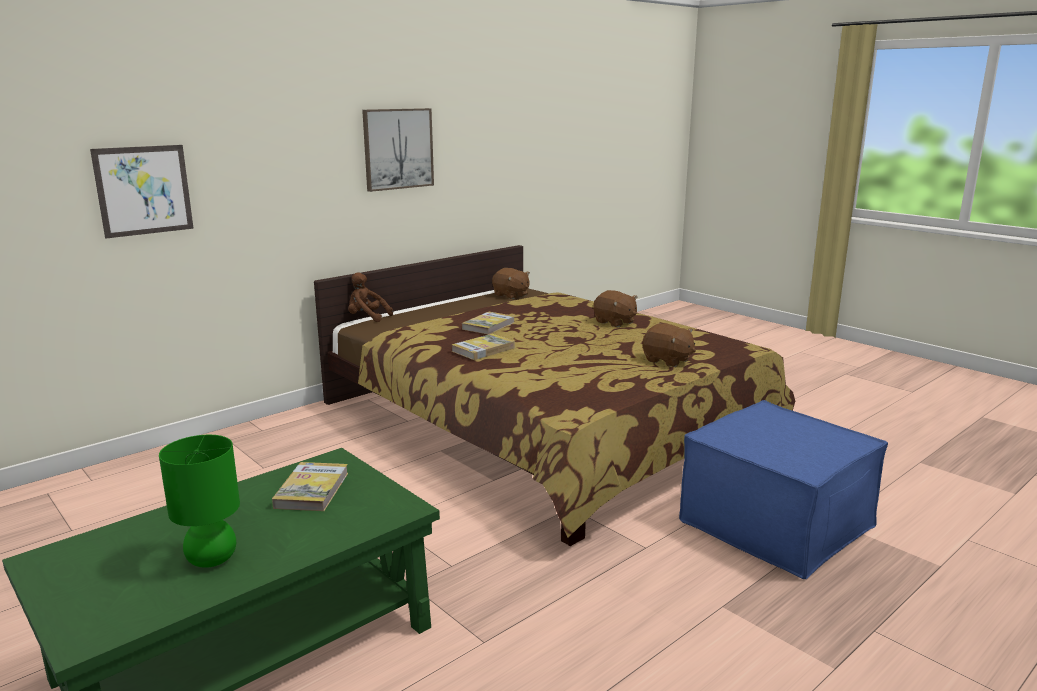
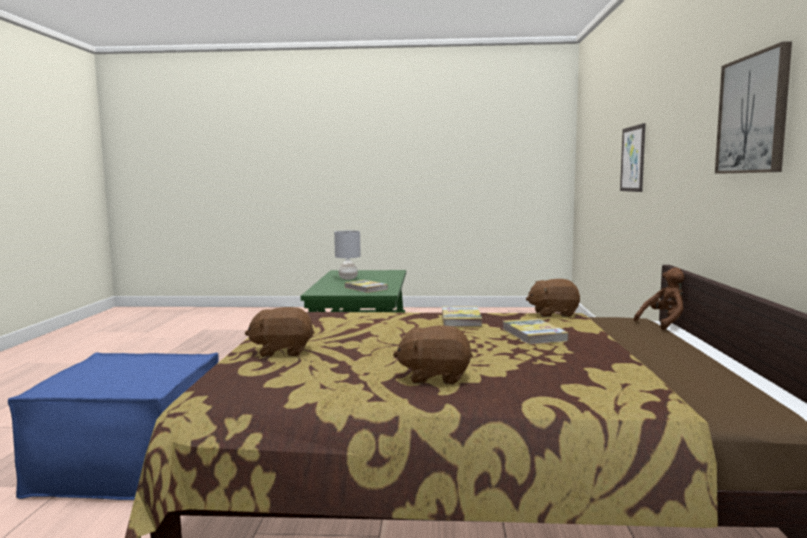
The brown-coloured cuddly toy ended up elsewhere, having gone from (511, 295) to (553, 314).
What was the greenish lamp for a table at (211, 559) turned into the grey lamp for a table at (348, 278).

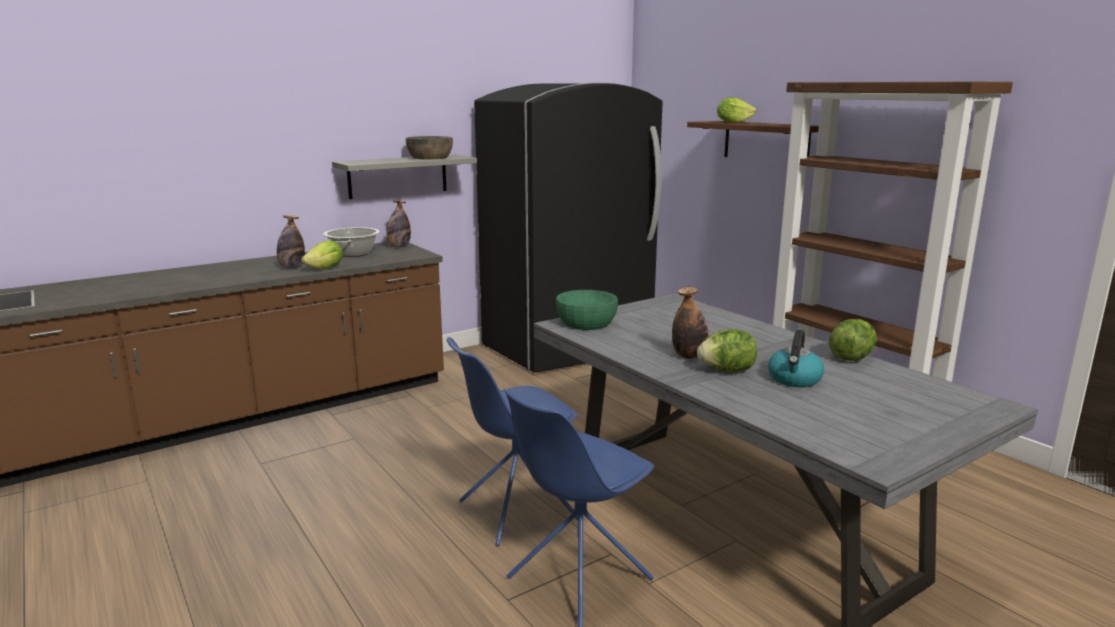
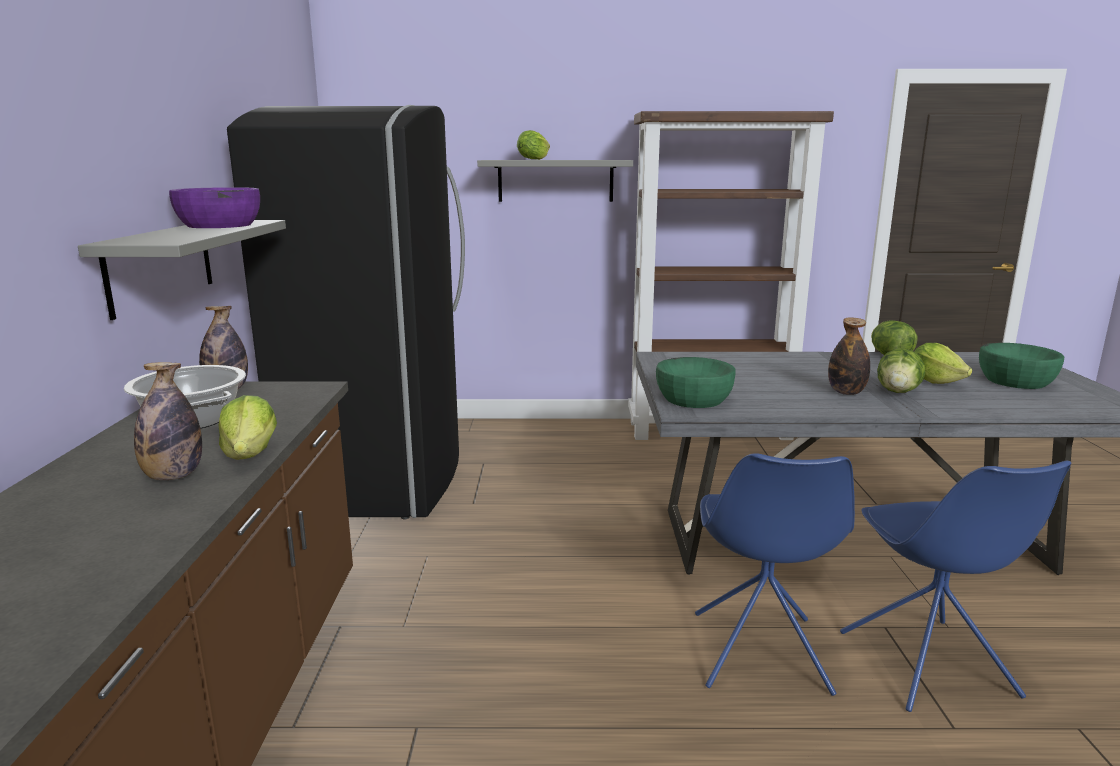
What was the brown-coloured bracket shelf at (765, 142) turned into the grey bracket shelf at (555, 180).
What was the brown-coloured deep dish at (430, 157) turned into the purple deep dish at (220, 225).
Where the kettle stood at (794, 379), the lettuce head came to stand at (935, 381).
The second view gained the greenish deep dish at (1015, 381).

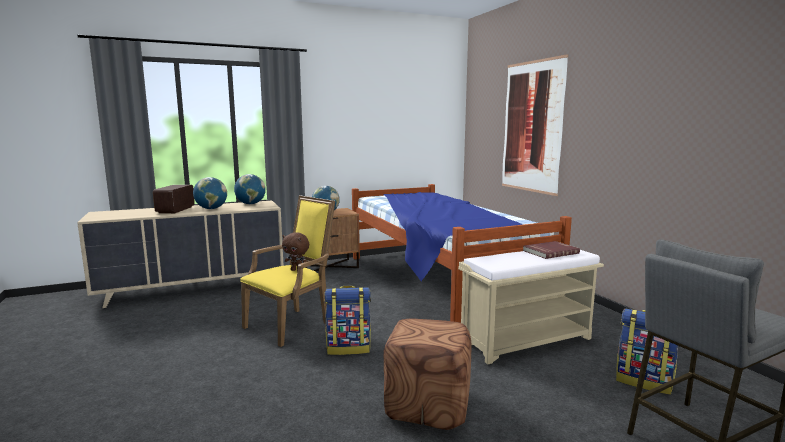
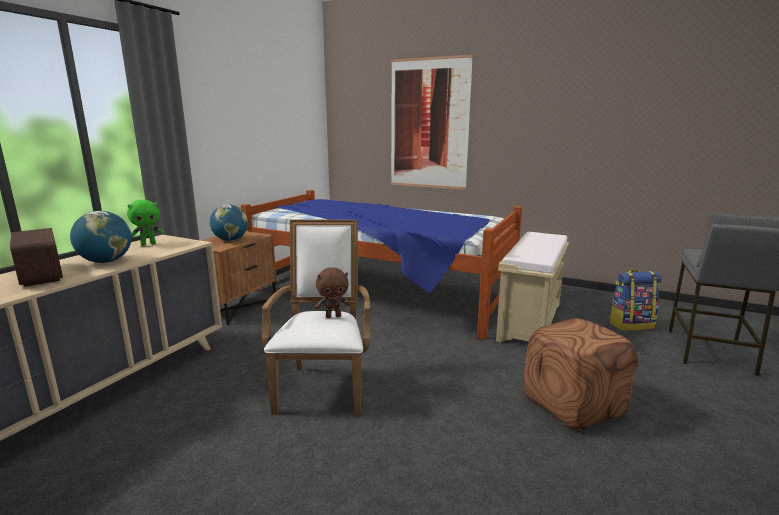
Where the world globe stood at (250, 204), the greenish cuddly toy came to stand at (148, 244).
What was the yellow lounge chair at (292, 324) turned into the white lounge chair at (323, 385).
The second view lost the reddish book at (550, 252).
The second view lost the rucksack at (349, 348).

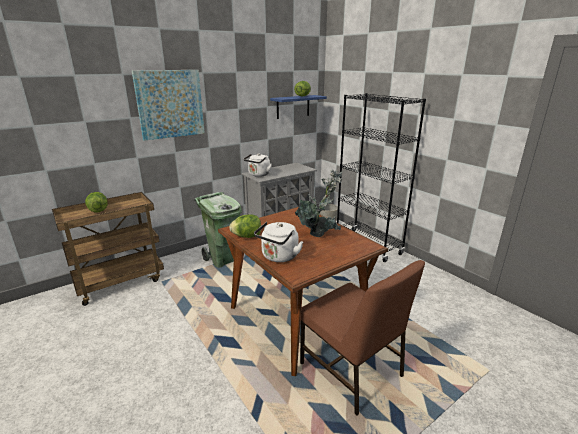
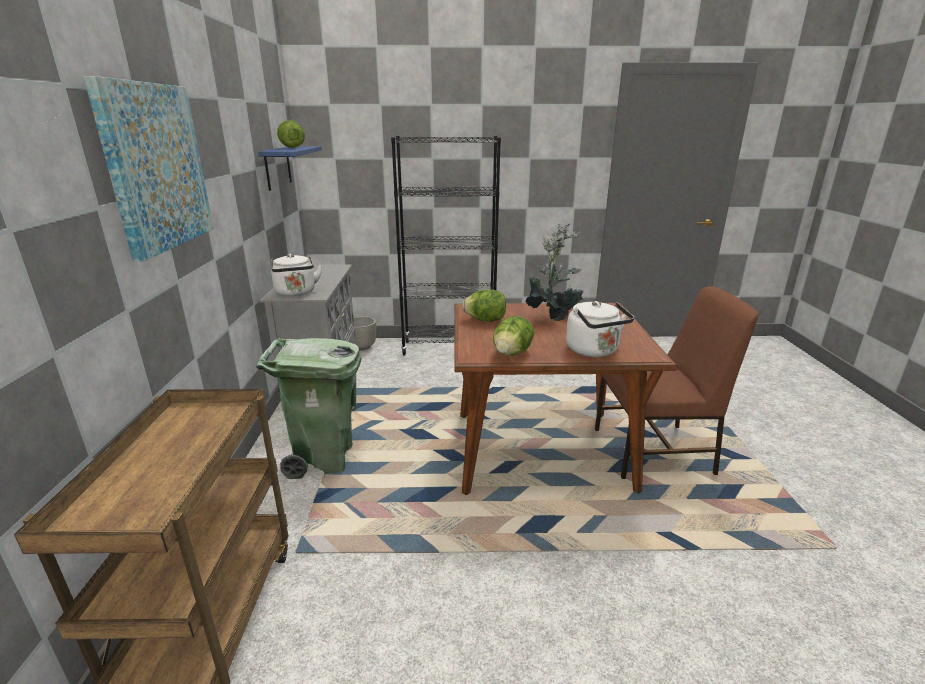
The lettuce head ended up elsewhere, having gone from (98, 210) to (485, 320).

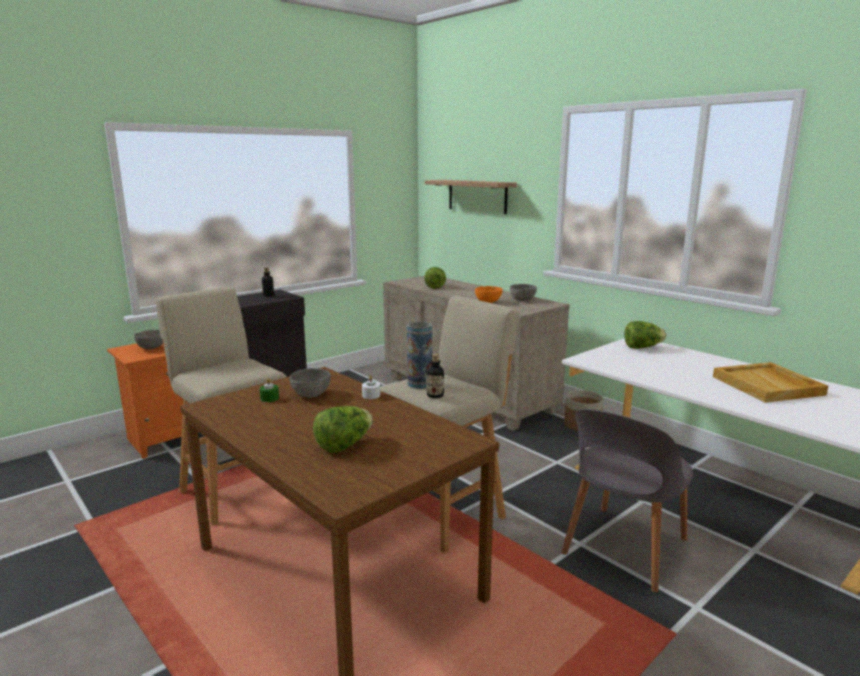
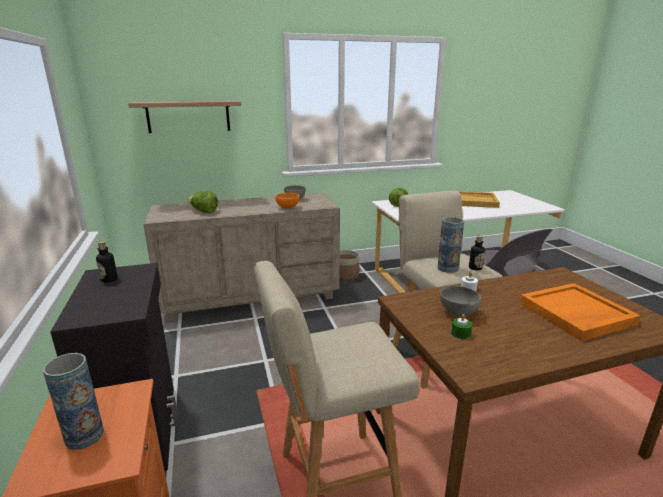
Where the grey deep dish stood at (152, 348), the vase came to stand at (84, 435).
Where the lettuce head stood at (344, 445), the orange-coloured tray came to stand at (575, 314).

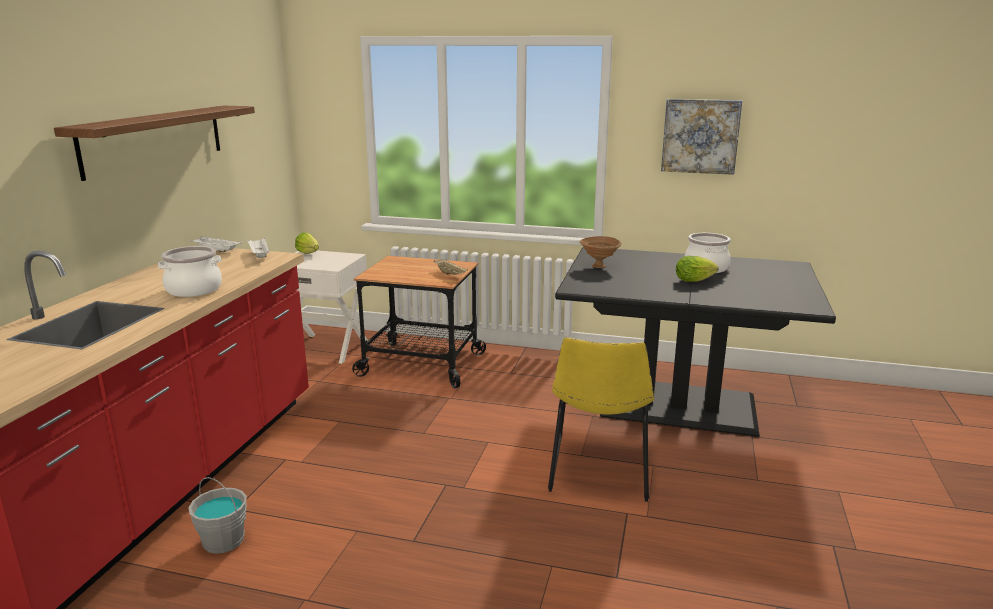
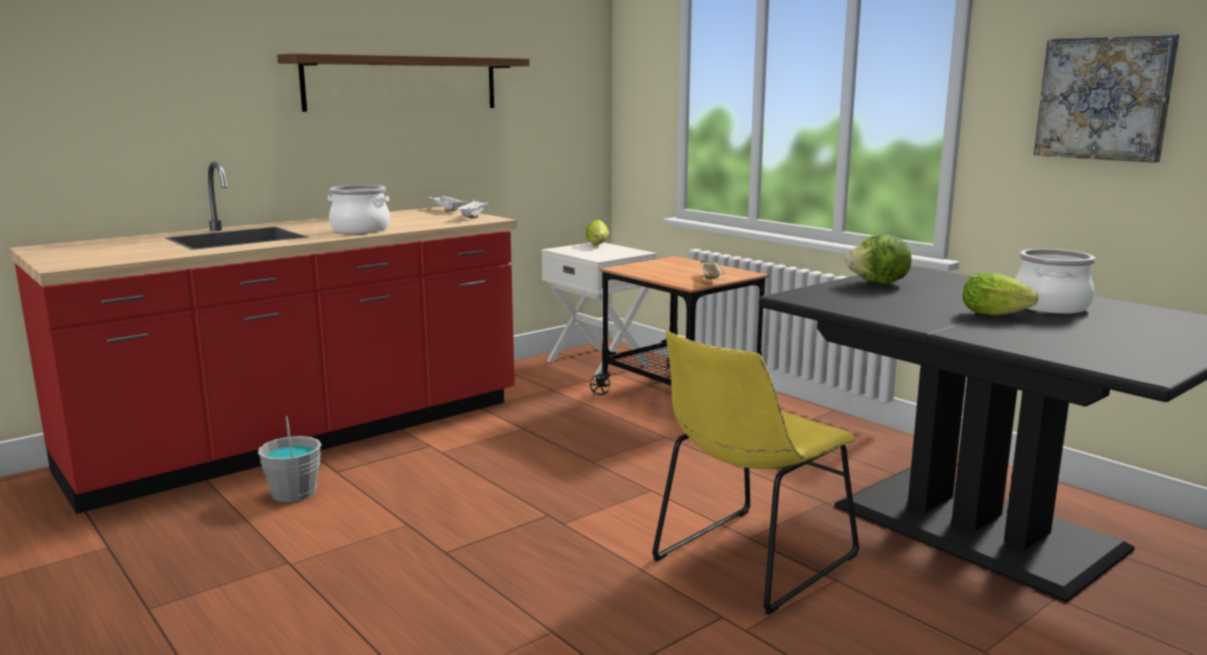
Where the brown-coloured deep dish stood at (599, 266), the lettuce head came to stand at (879, 283).

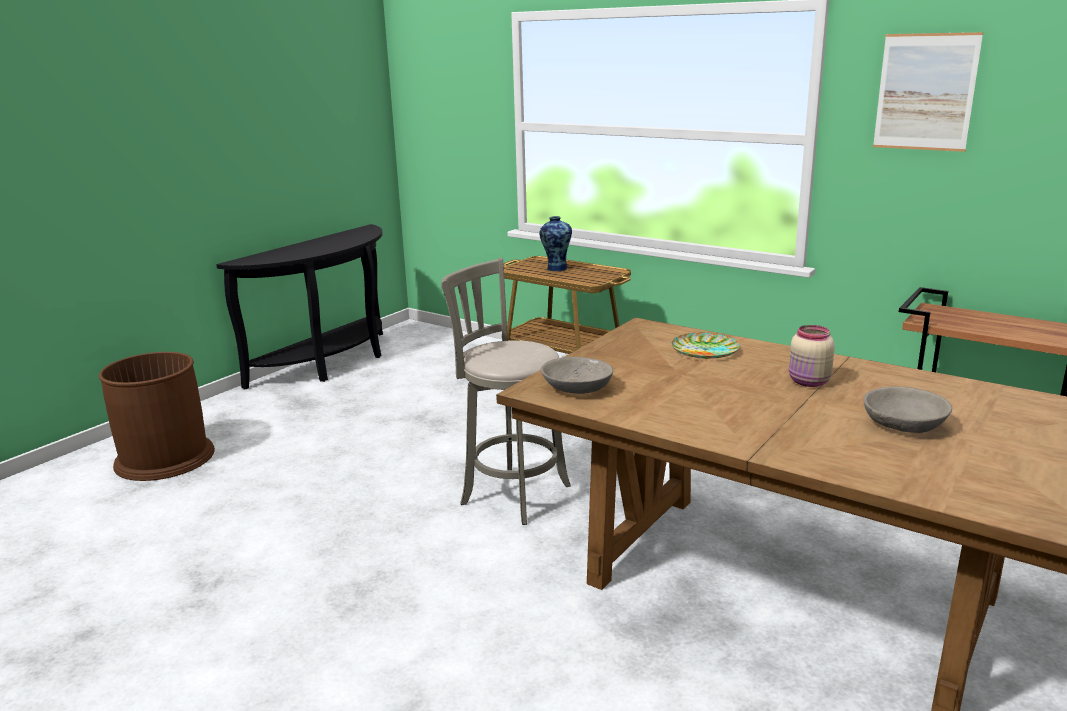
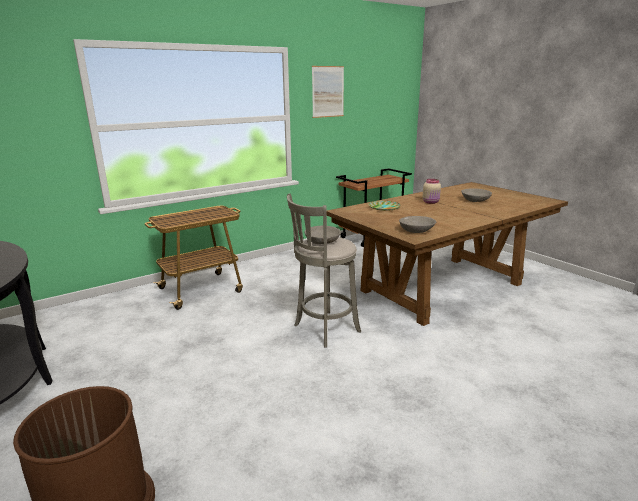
The second view lost the vase at (556, 268).
The second view gained the grey deep dish at (322, 241).

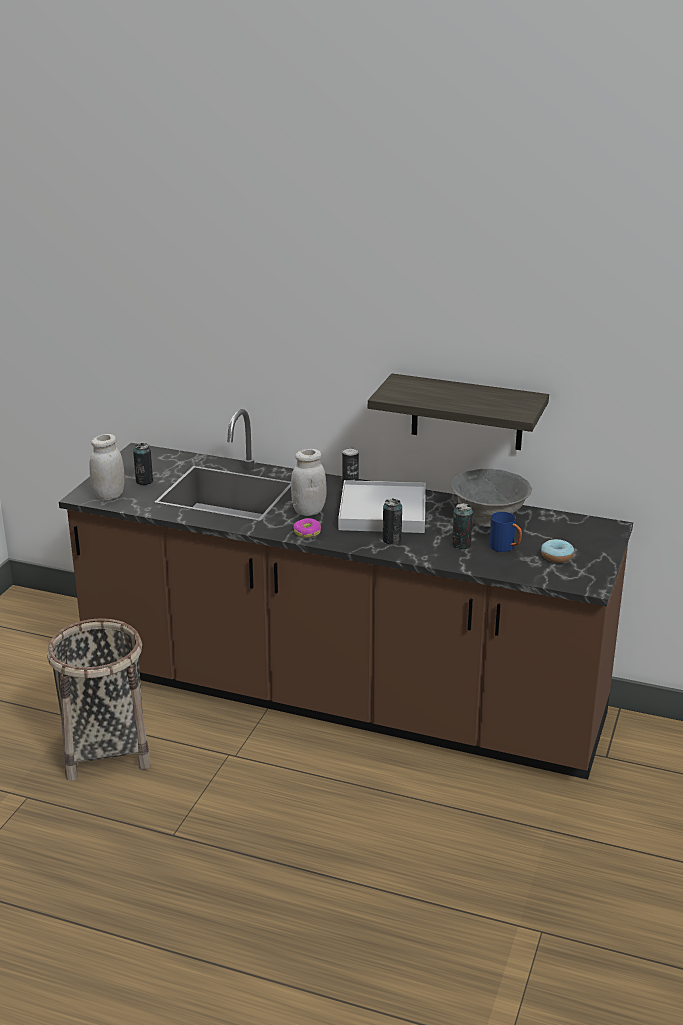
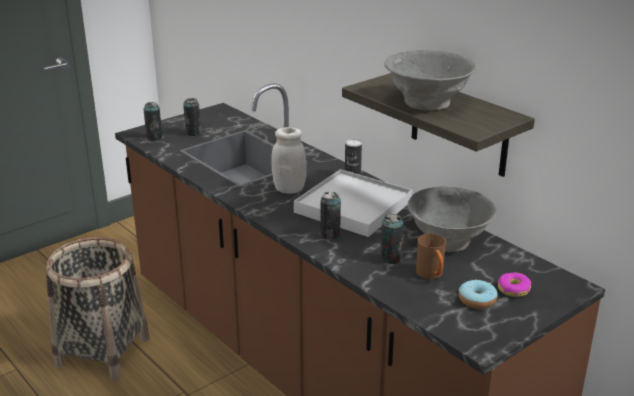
Where the white preserve jar stood at (109, 496), the can came to stand at (154, 137).
What was the blue-coloured tea mug at (505, 548) turned into the brown-coloured tea mug at (431, 275).
The ring doughnut ended up elsewhere, having gone from (307, 532) to (513, 289).
The second view gained the grey deep dish at (427, 102).

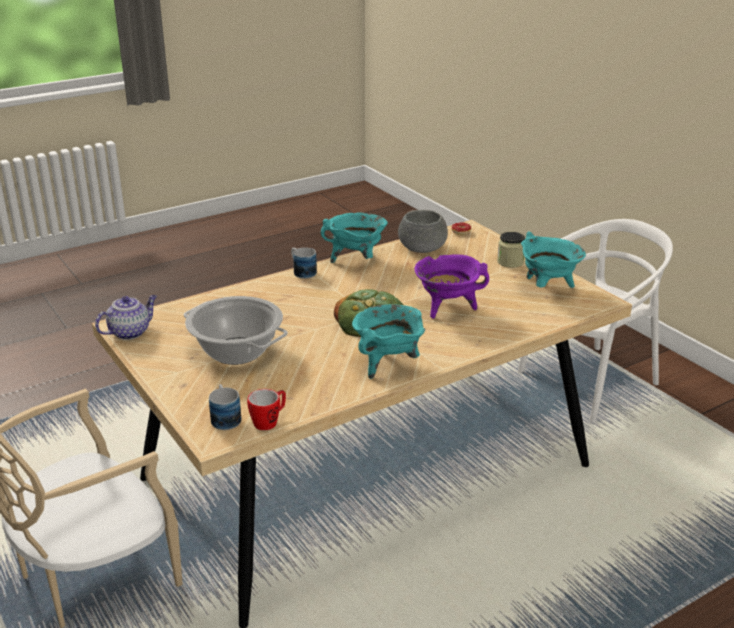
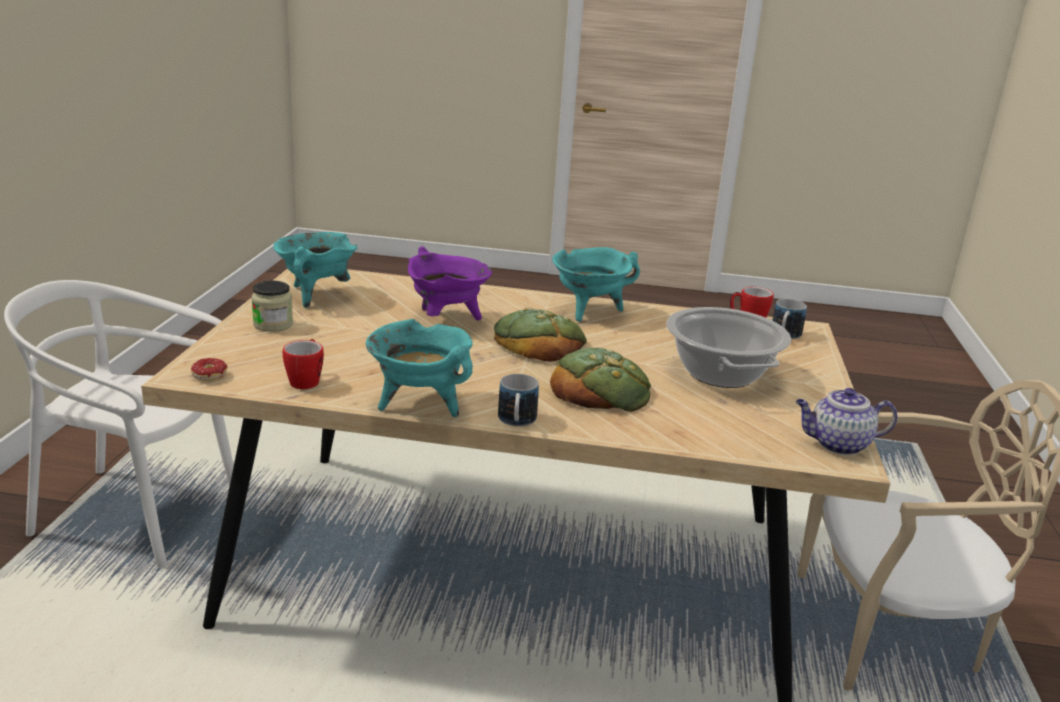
Where the grey deep dish stood at (423, 247), the tea mug came to stand at (306, 380).
The second view gained the baked bread at (600, 389).

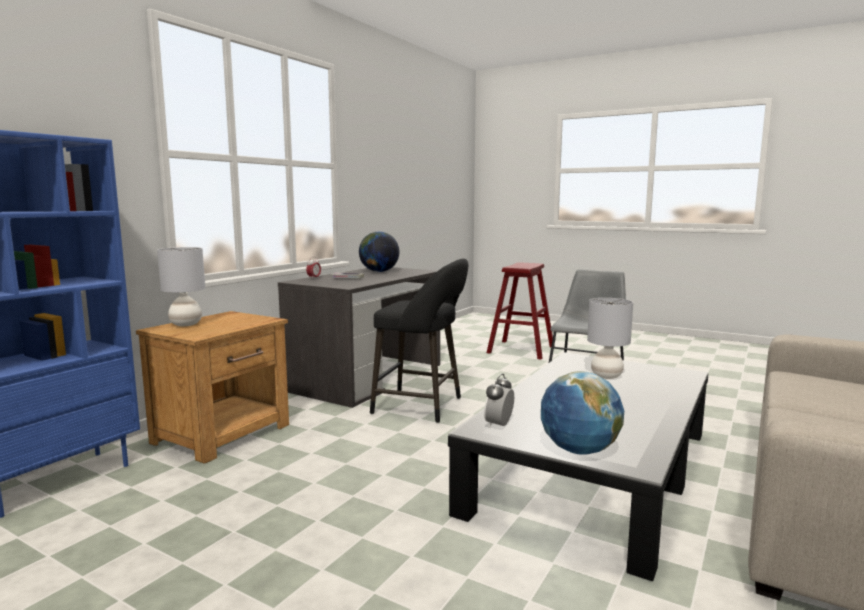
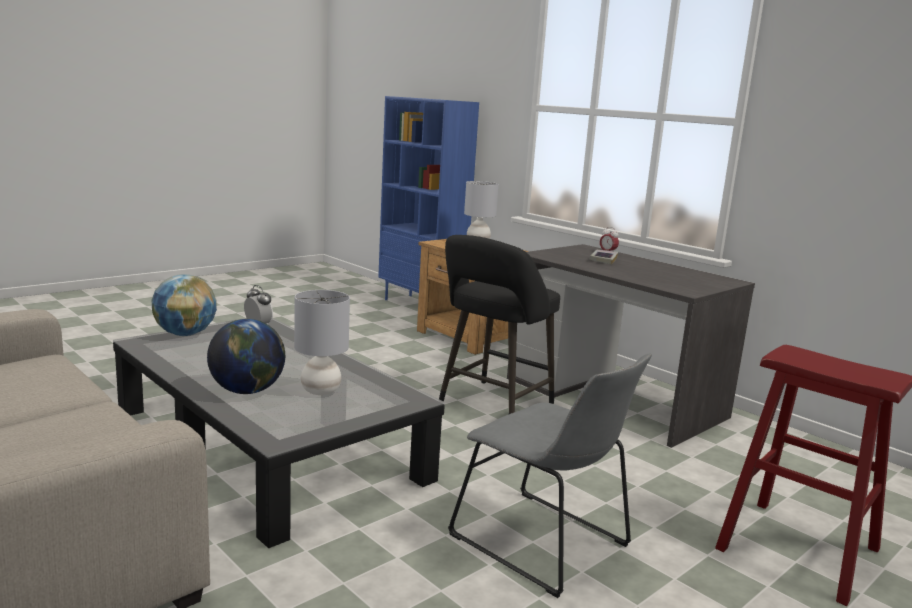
The world globe ended up elsewhere, having gone from (379, 271) to (247, 391).

